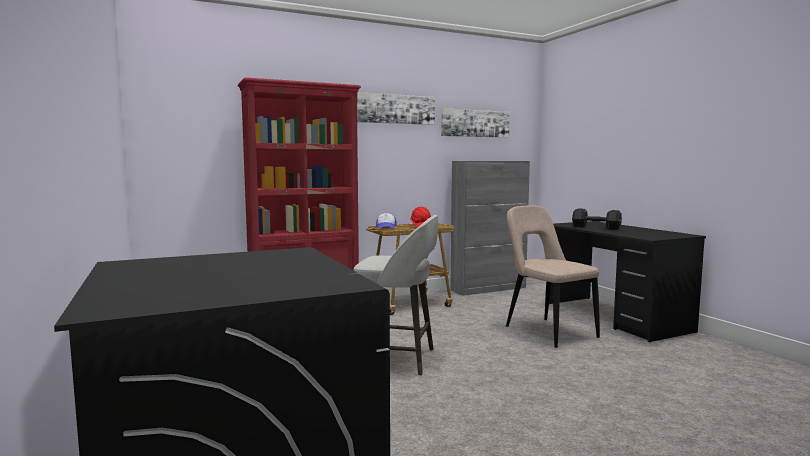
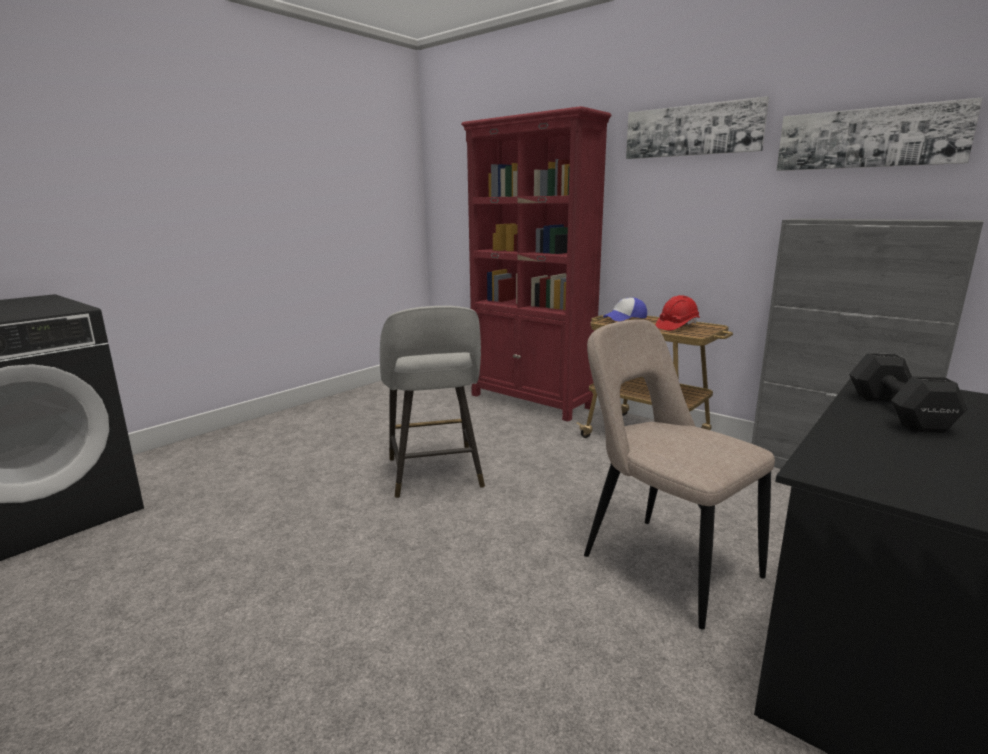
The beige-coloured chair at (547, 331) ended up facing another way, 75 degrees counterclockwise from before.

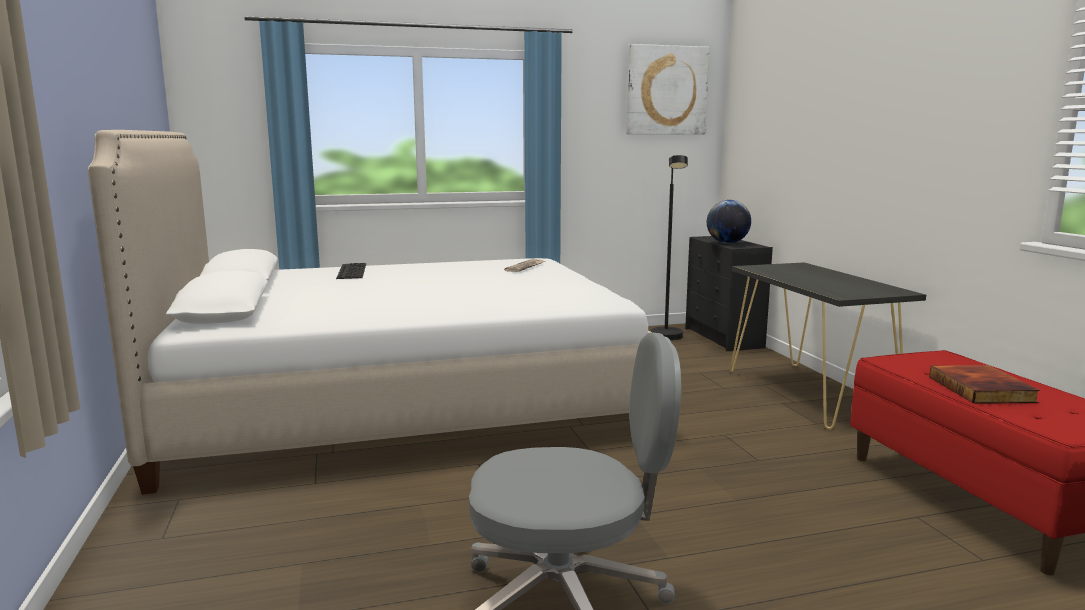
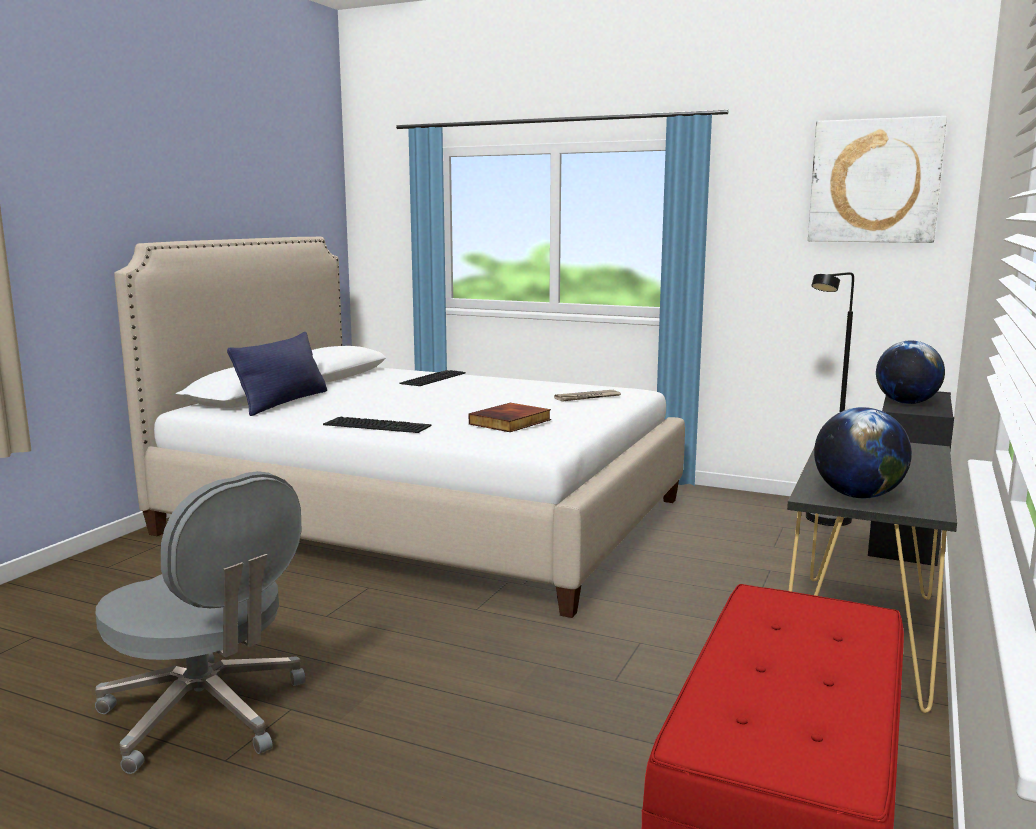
The book ended up elsewhere, having gone from (983, 389) to (511, 422).
The second view gained the blue-coloured pillow at (283, 402).
The second view gained the world globe at (857, 496).
The second view gained the keyboard at (379, 425).

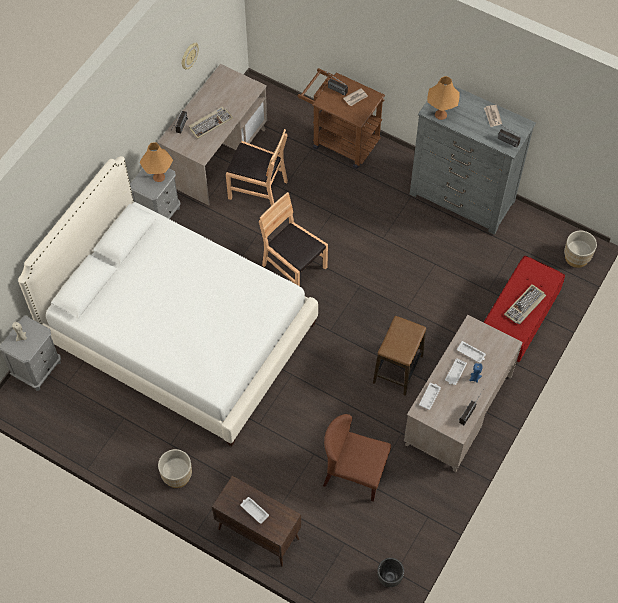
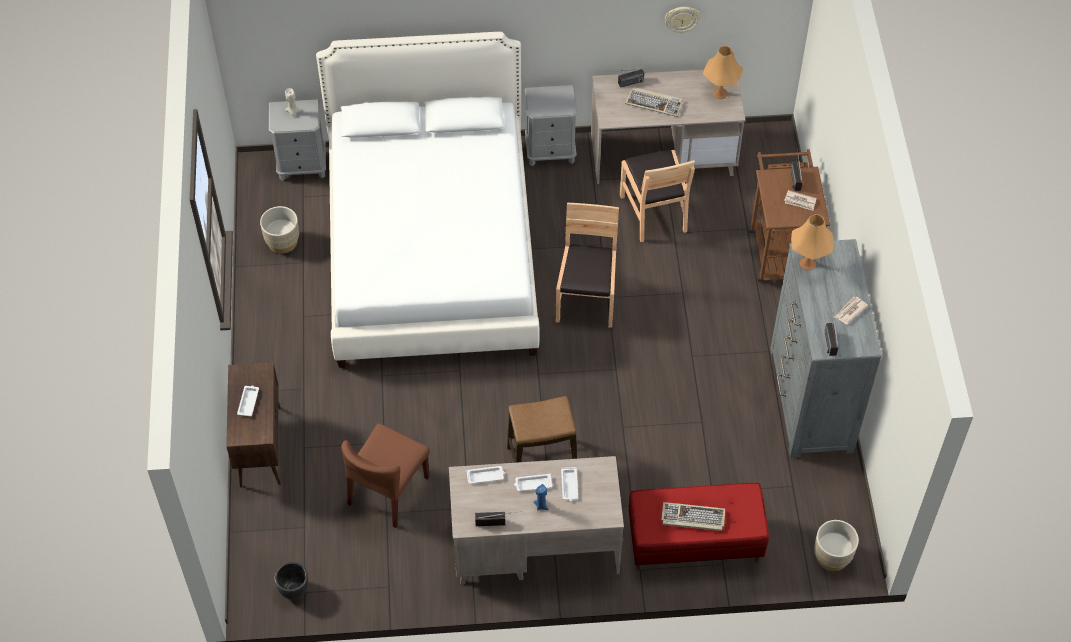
The orange-coloured lamp for a table ended up elsewhere, having gone from (159, 177) to (720, 93).
The brown-coloured chair at (354, 474) ended up facing another way, 135 degrees counterclockwise from before.
The beige-coloured planter ended up elsewhere, having gone from (177, 476) to (282, 242).

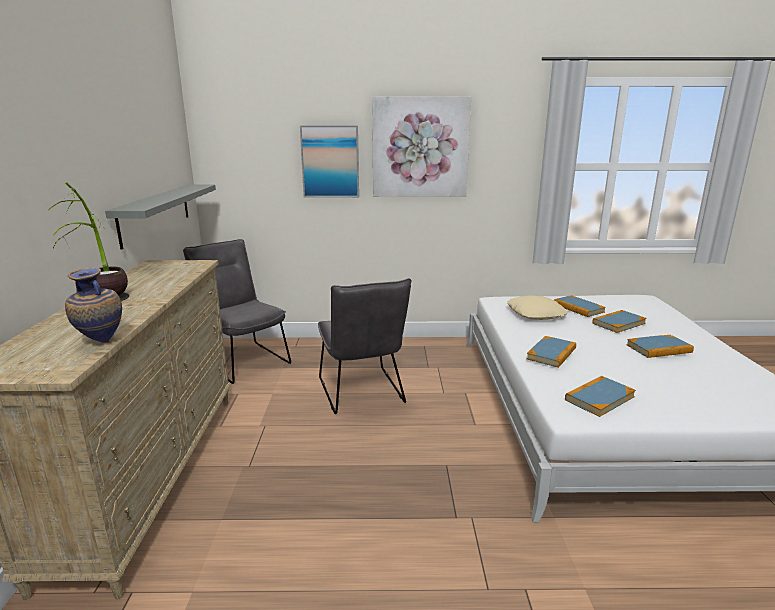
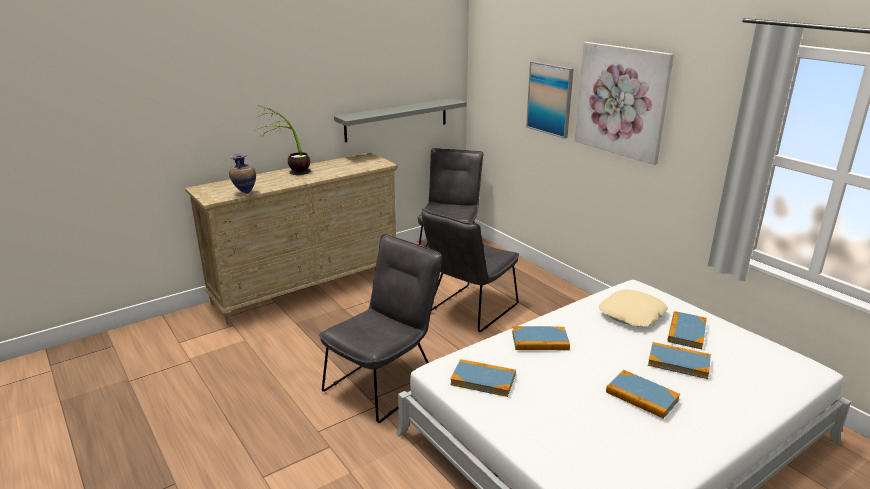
The second view gained the grey chair at (385, 382).

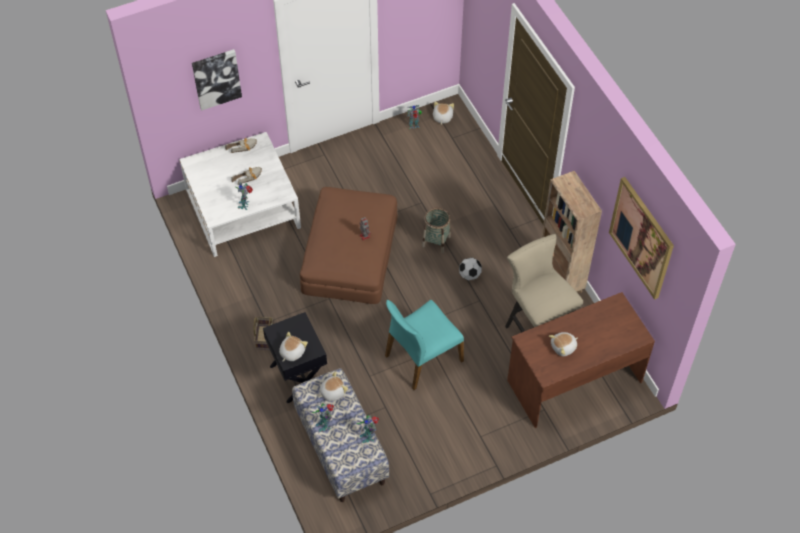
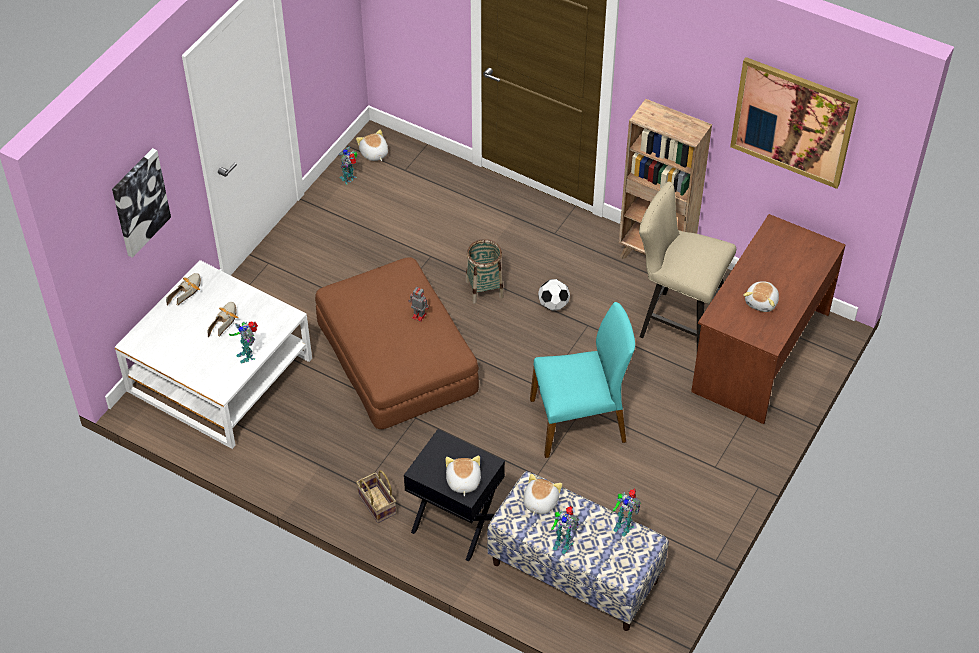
The turquoise chair at (422, 358) ended up facing another way, 120 degrees counterclockwise from before.

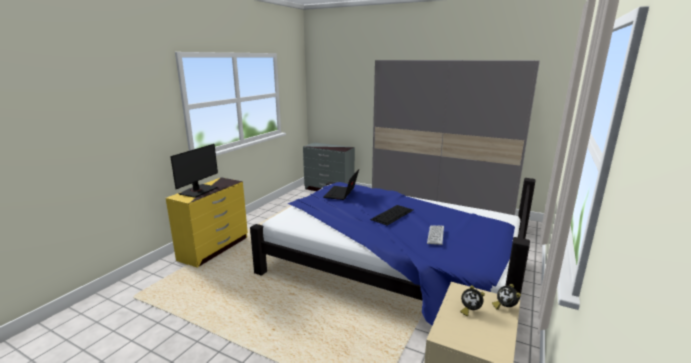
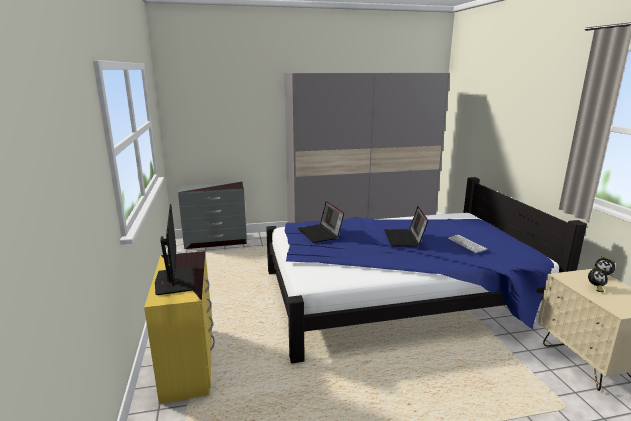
Where the keyboard stood at (392, 215), the notebook computer came to stand at (404, 238).

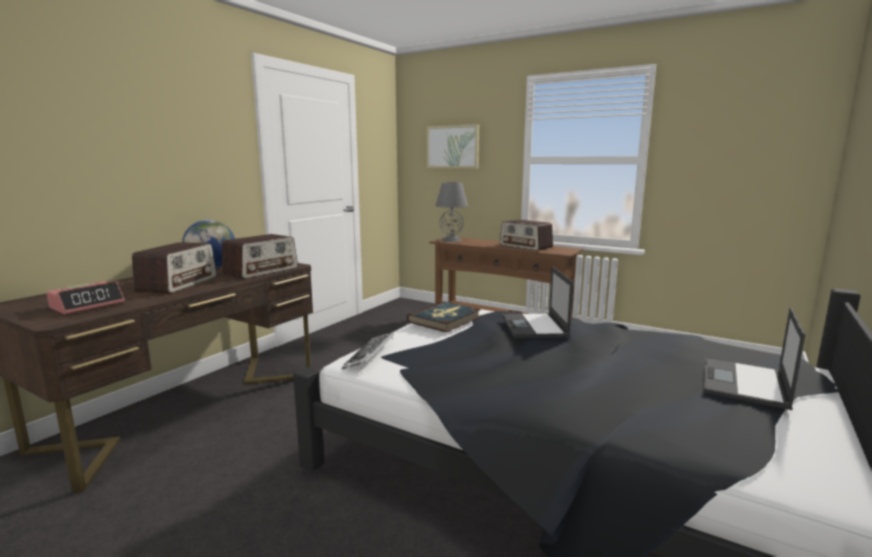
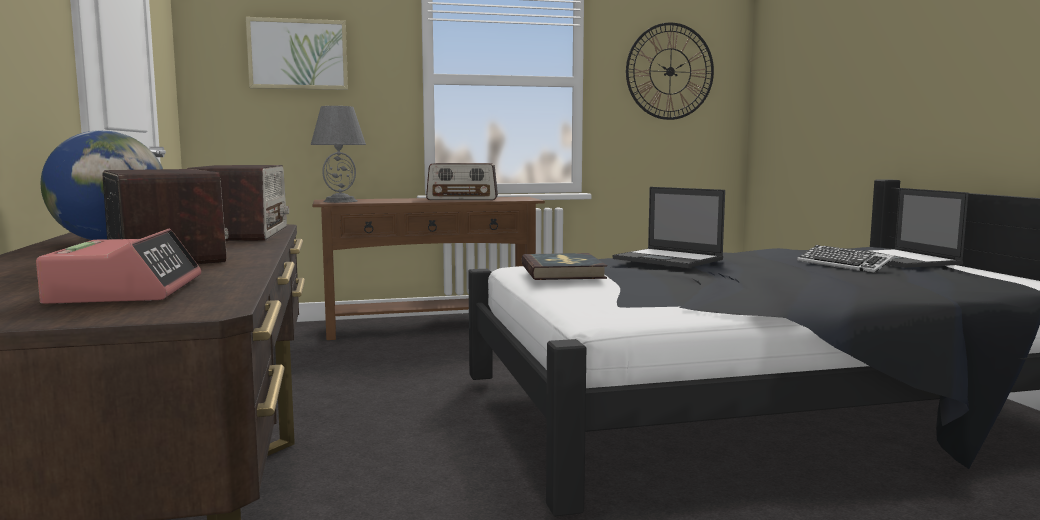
The keyboard ended up elsewhere, having gone from (370, 355) to (843, 265).
The second view gained the clock on the wall at (670, 71).

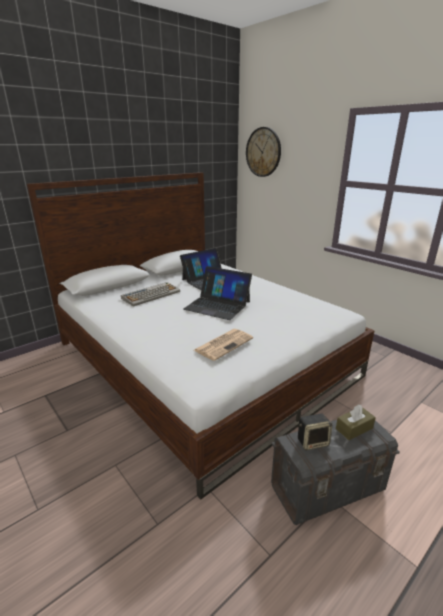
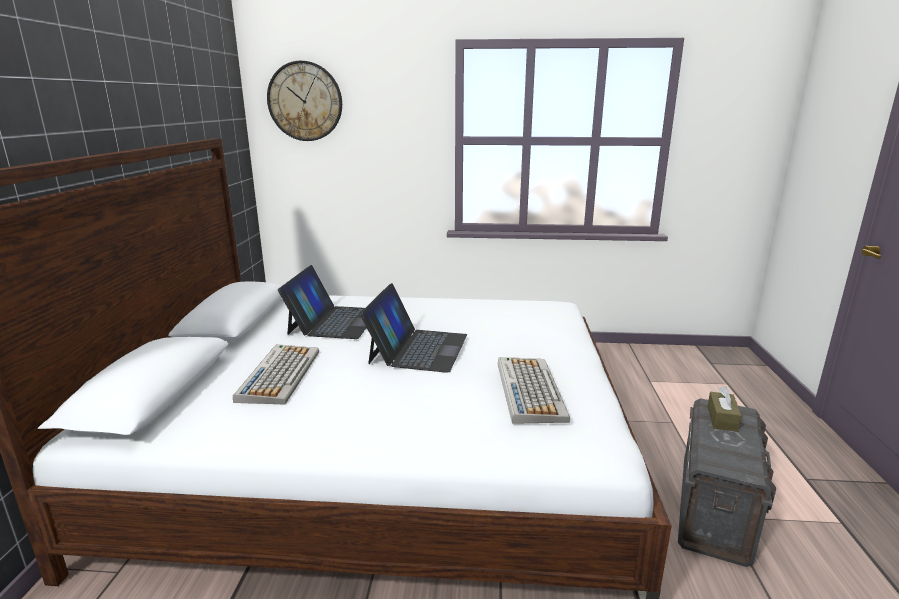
The notebook computer at (217, 305) ended up facing another way, 60 degrees counterclockwise from before.
Where the newspaper stood at (224, 344), the keyboard came to stand at (529, 390).
The second view lost the audio speaker at (313, 441).

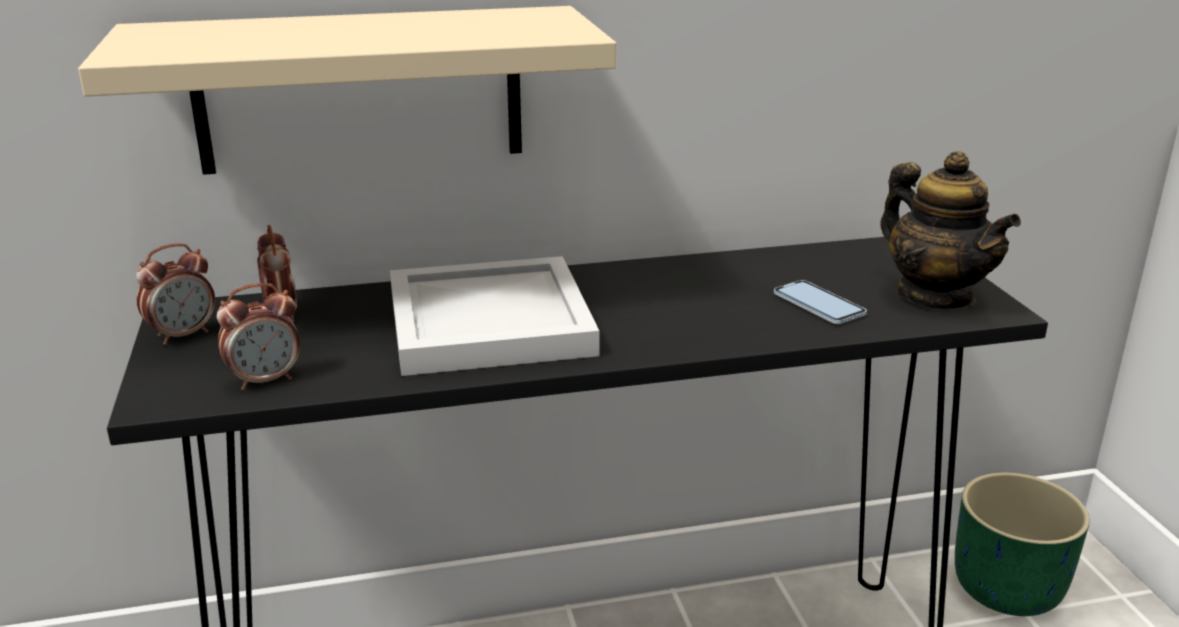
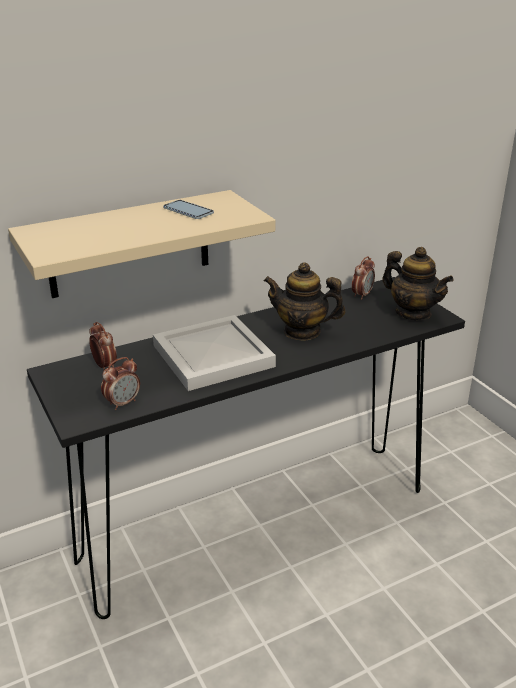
The table clock ended up elsewhere, having gone from (183, 335) to (362, 295).
The telephone ended up elsewhere, having gone from (818, 304) to (188, 211).
The second view lost the greenish planter at (1009, 589).
The second view gained the teapot at (302, 331).

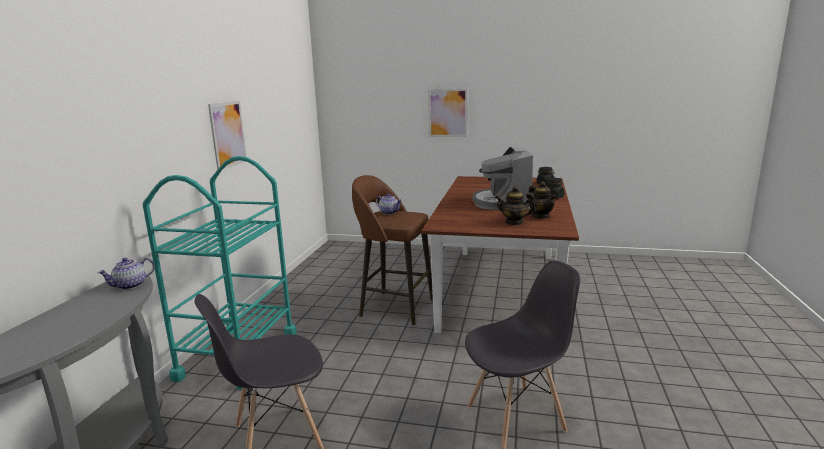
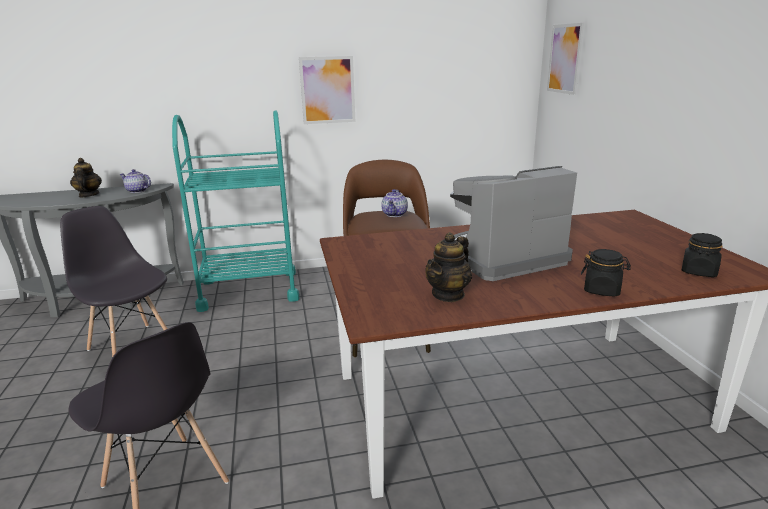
The picture ended up elsewhere, having gone from (448, 113) to (564, 59).
The teapot ended up elsewhere, having gone from (514, 222) to (88, 195).

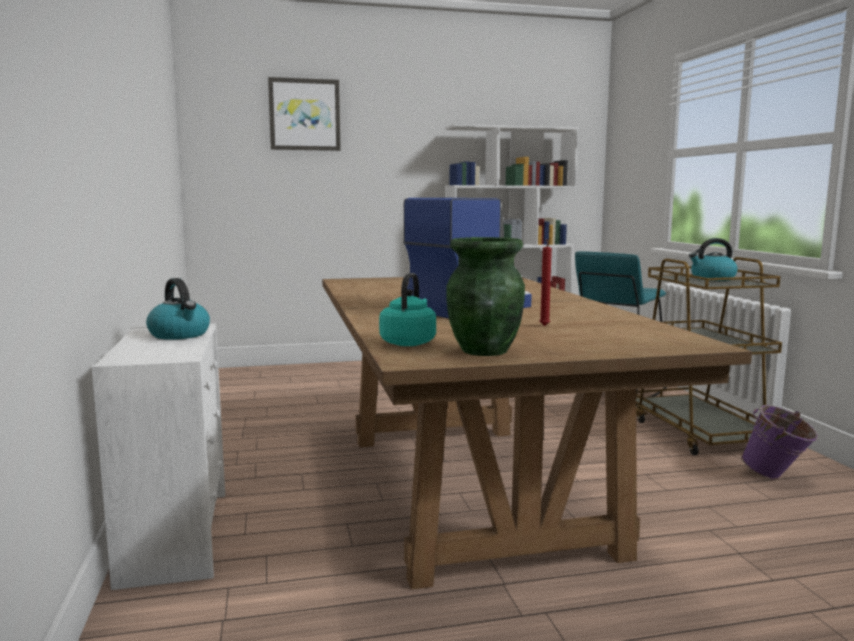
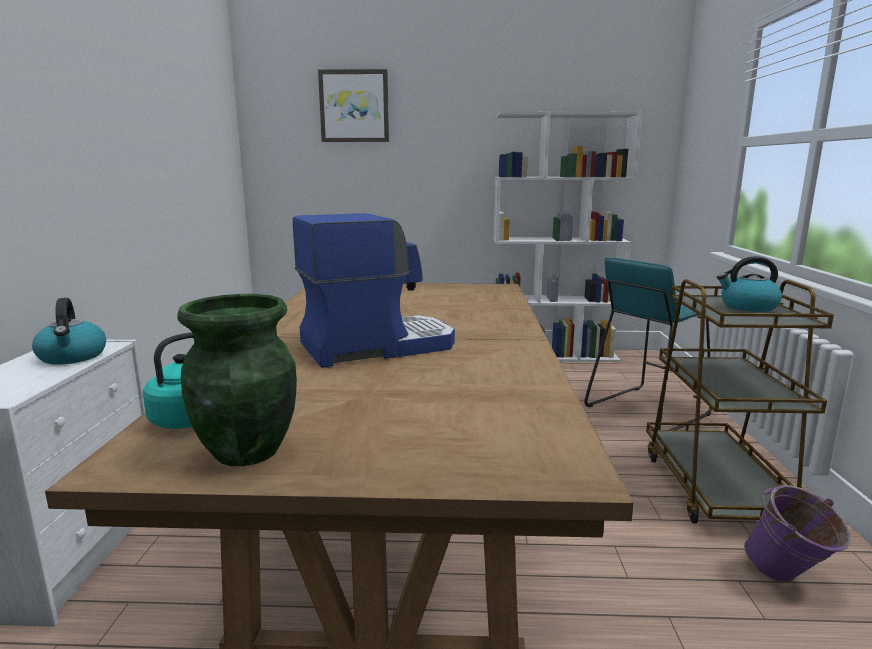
The second view lost the reddish candle at (544, 326).

